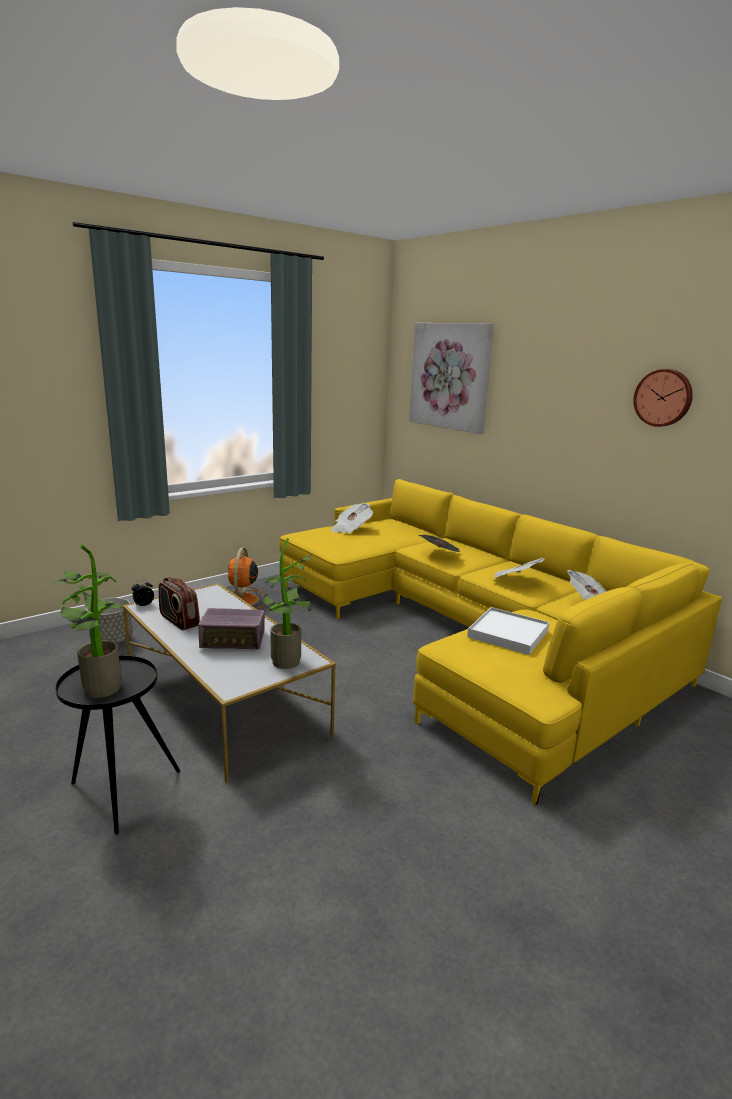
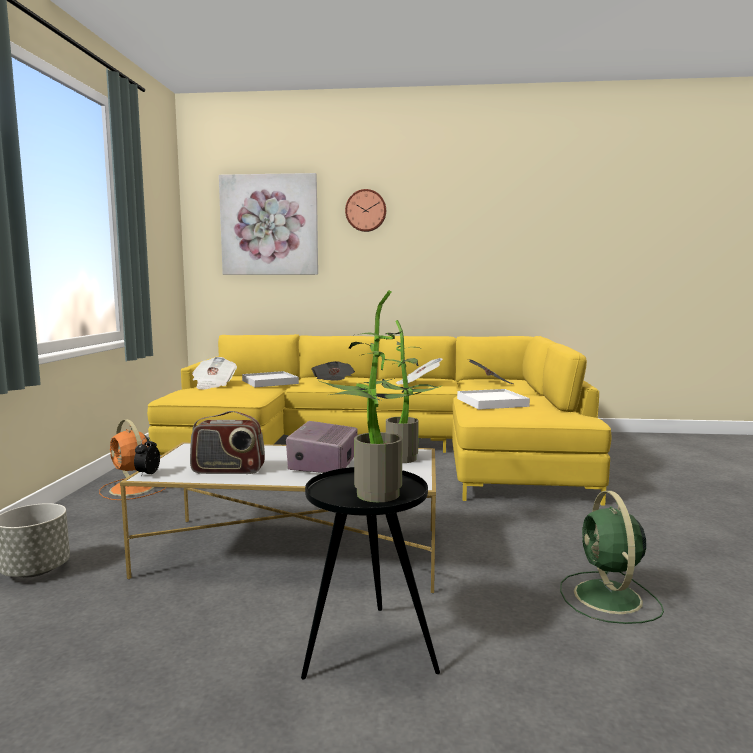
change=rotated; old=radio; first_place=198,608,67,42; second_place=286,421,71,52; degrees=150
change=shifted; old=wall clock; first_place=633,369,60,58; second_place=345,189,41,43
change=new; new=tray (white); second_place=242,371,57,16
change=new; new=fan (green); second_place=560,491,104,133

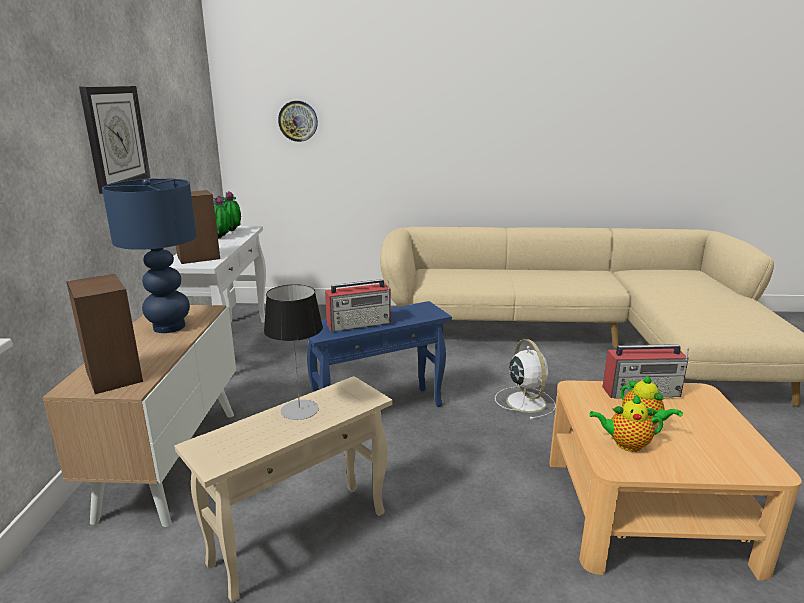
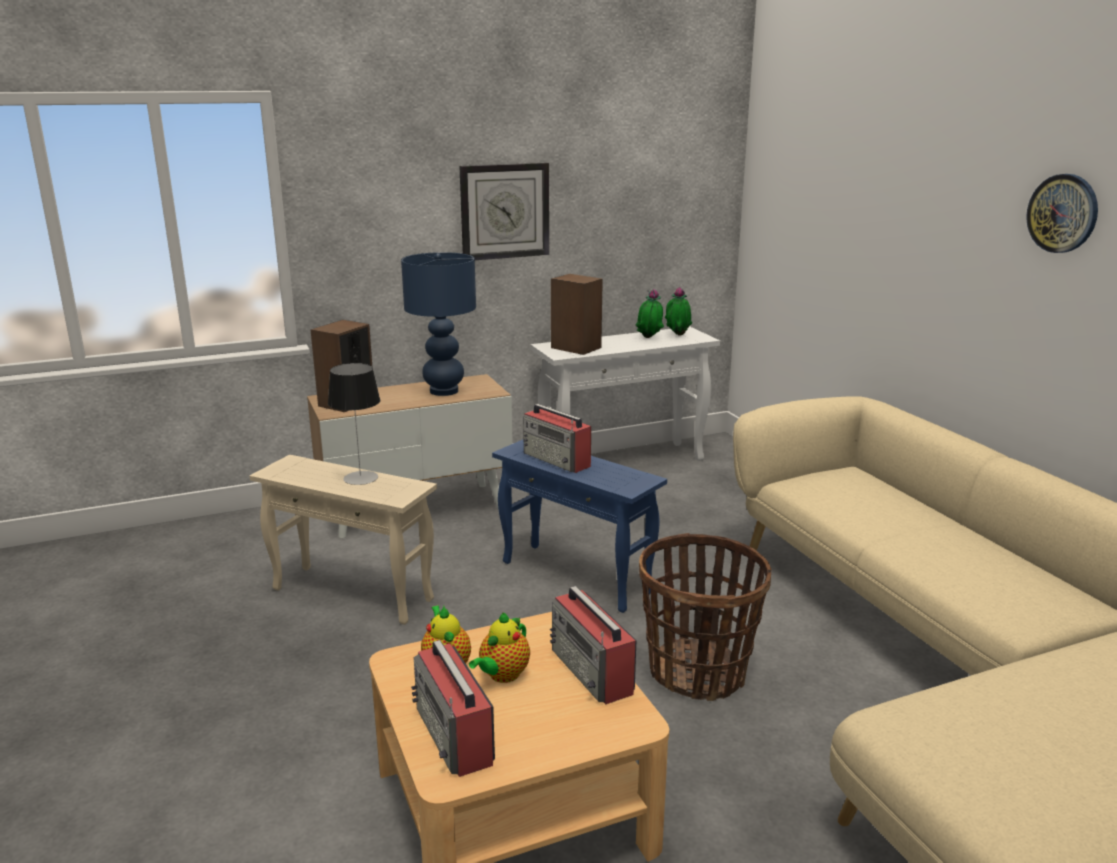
change=shifted; old=wall clock; first_place=278,101,40,41; second_place=1026,174,72,79
change=swapped; old=fan (white); new=basket; first_place=495,339,61,81; second_place=639,533,132,168
change=new; new=radio; second_place=411,640,84,137

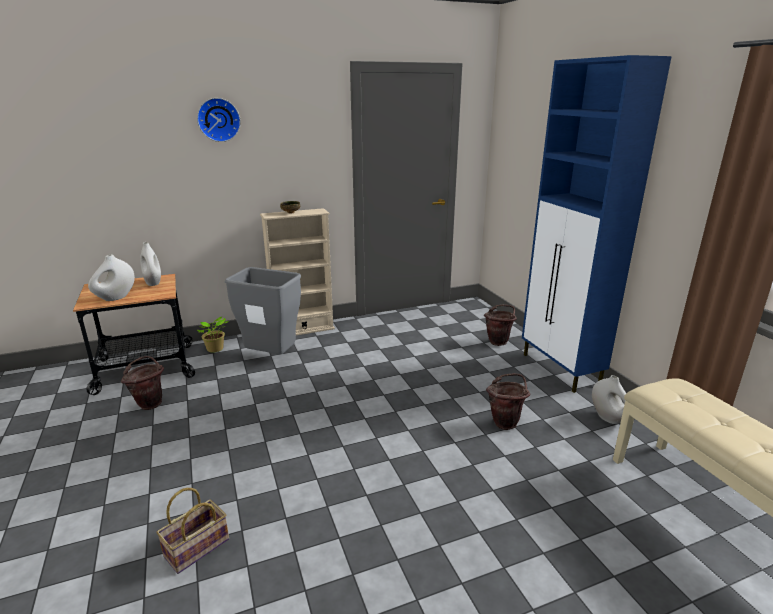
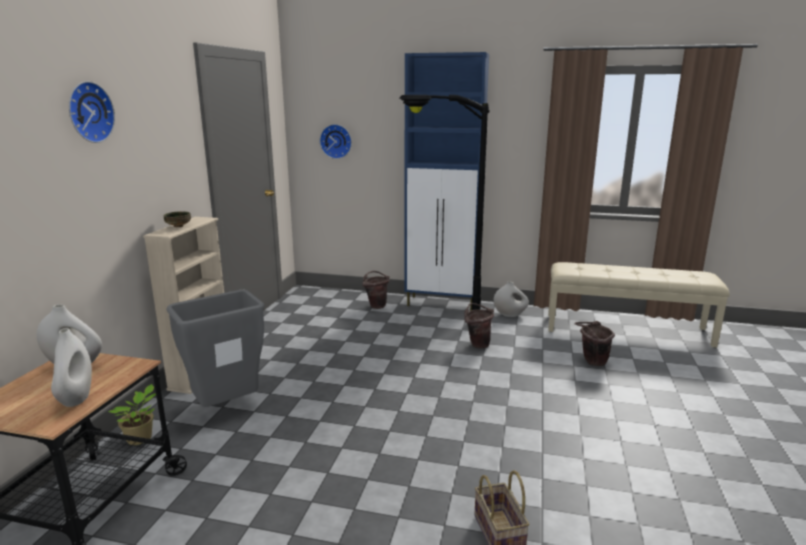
change=shifted; old=bucket (brown); first_place=121,356,43,54; second_place=574,321,41,45
change=new; new=wall clock; second_place=320,124,32,35
change=new; new=floor lamp (black); second_place=399,95,91,215

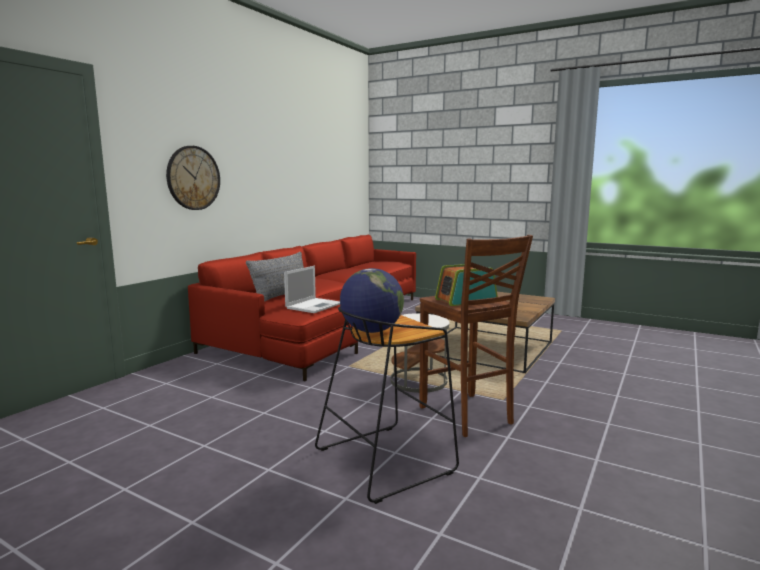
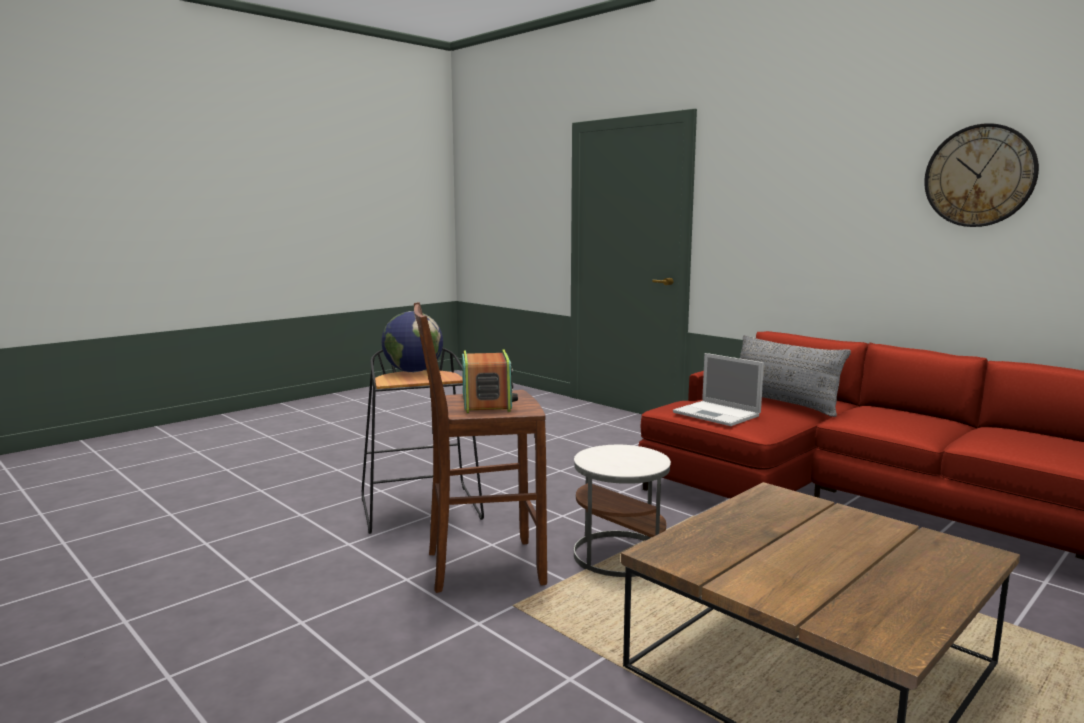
change=shifted; old=wall clock; first_place=166,146,54,64; second_place=924,123,115,104

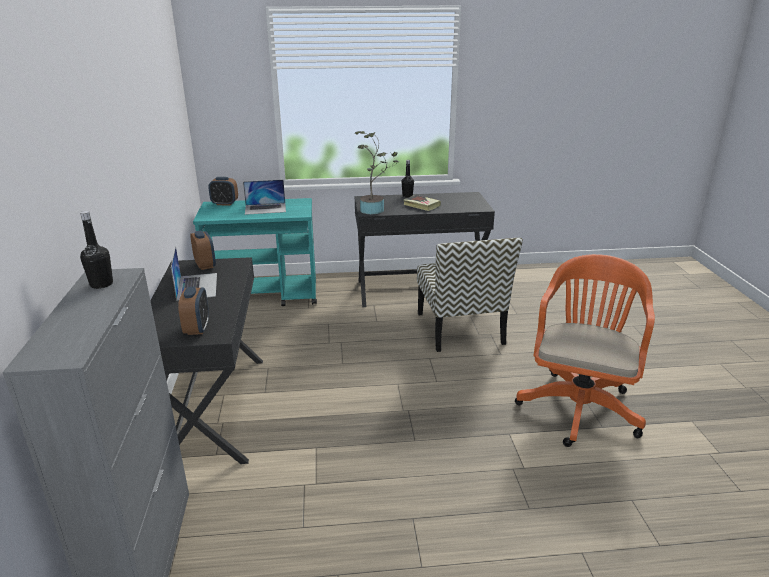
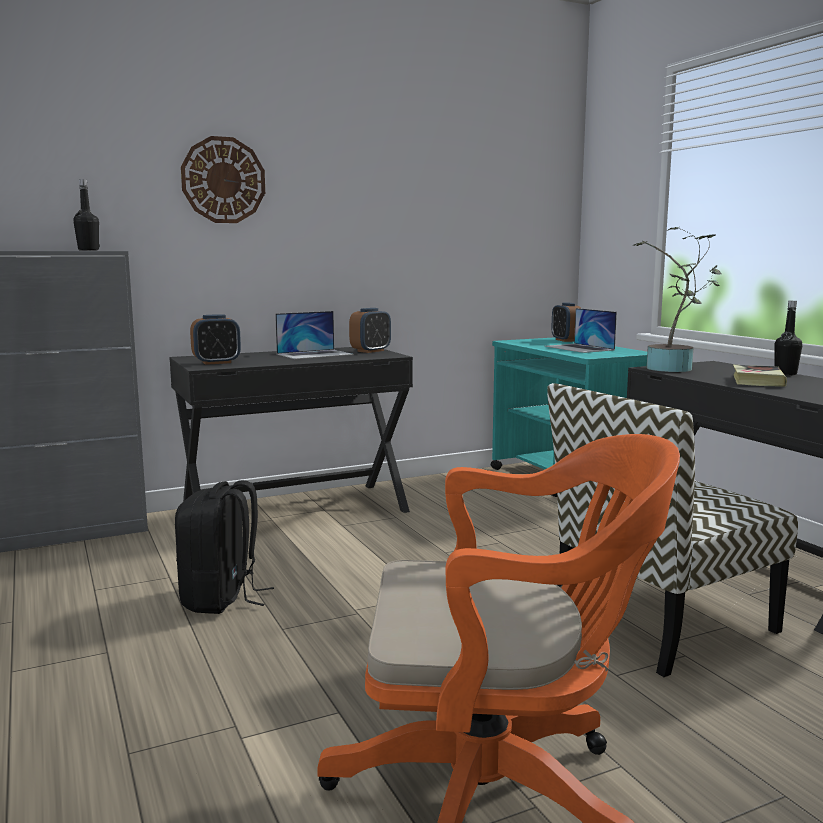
change=new; new=backpack (black); second_place=175,480,99,134
change=new; new=wall clock; second_place=181,136,84,87

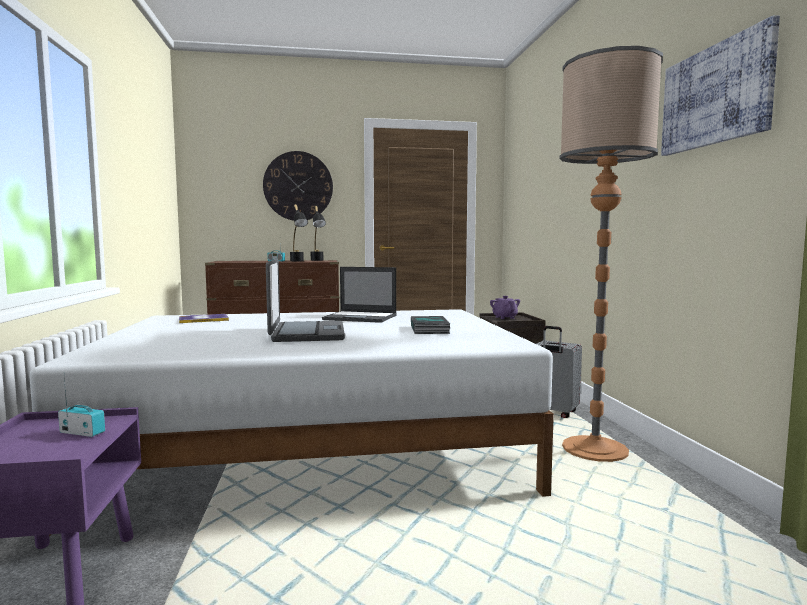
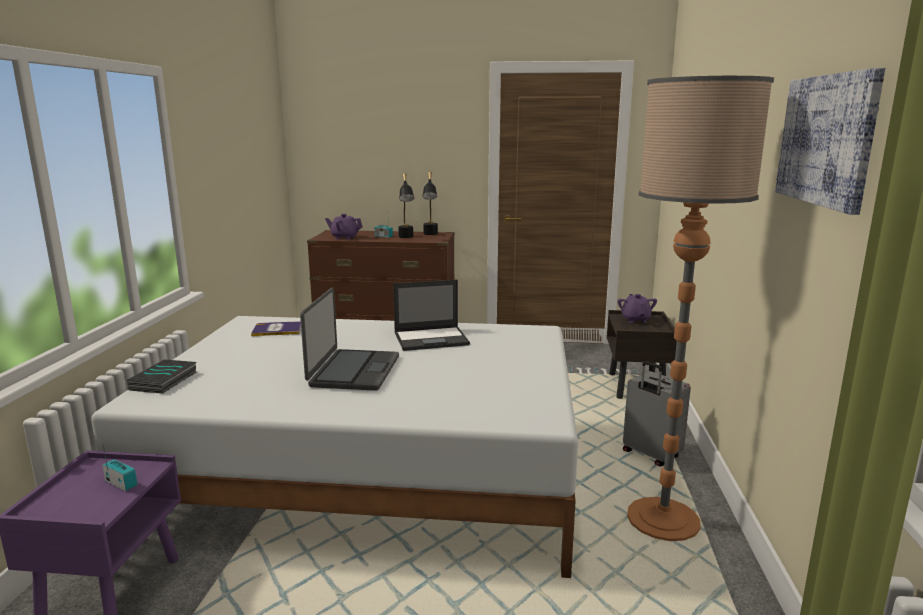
change=gone; old=wall clock; first_place=263,151,70,70
change=rotated; old=laptop; first_place=322,267,75,56; second_place=393,280,77,71; degrees=-45
change=shifted; old=book; first_place=411,316,39,18; second_place=127,359,70,34
change=new; new=teapot (purple); second_place=325,214,38,26

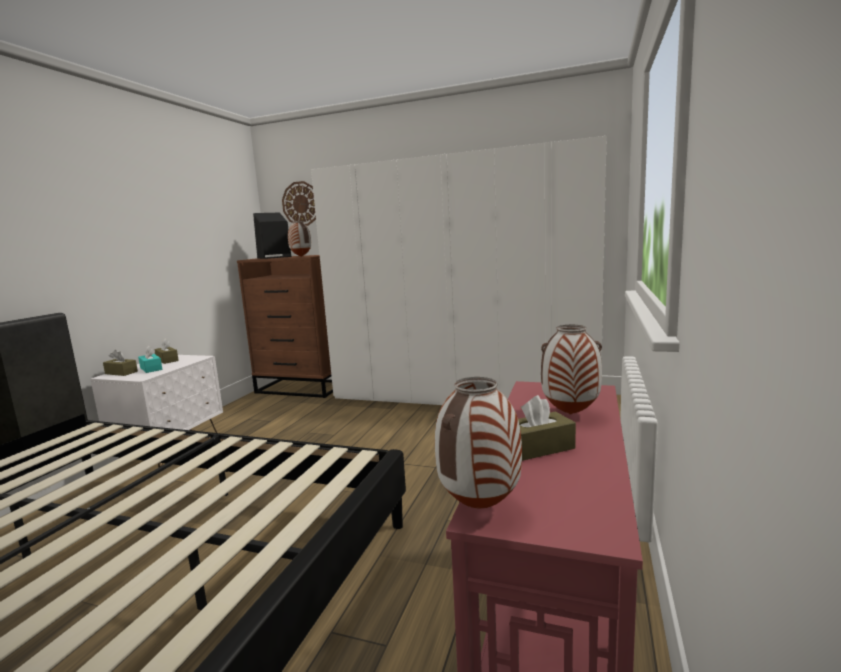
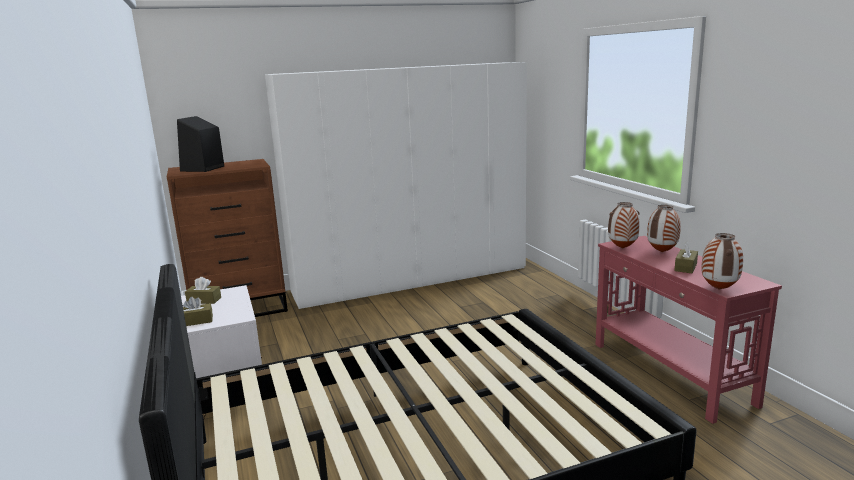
change=gone; old=tissue box (turquoise); first_place=138,346,25,27
change=gone; old=wall clock; first_place=282,181,34,45
change=shifted; old=vase; first_place=288,221,23,36; second_place=608,202,32,46

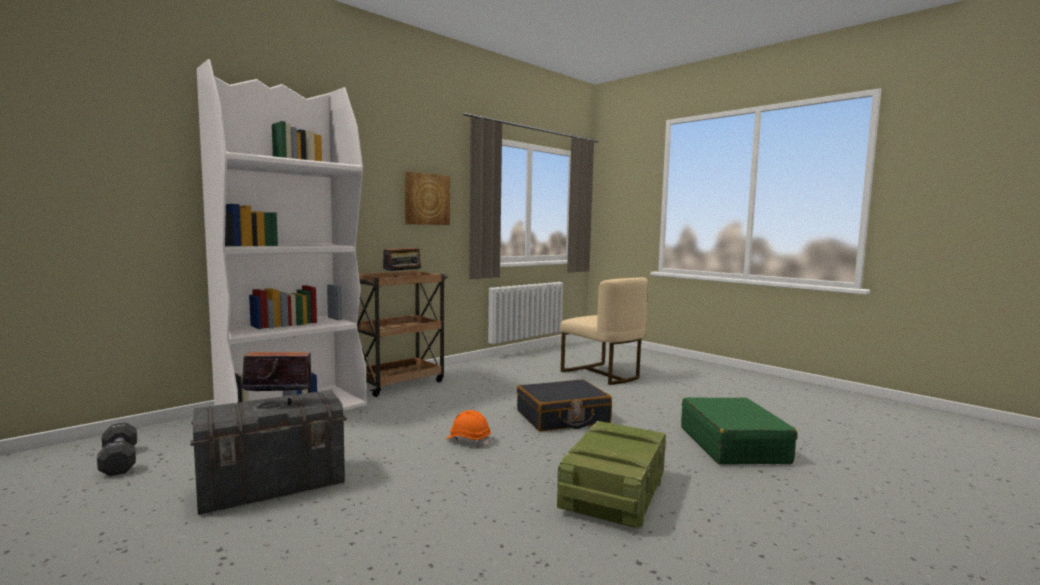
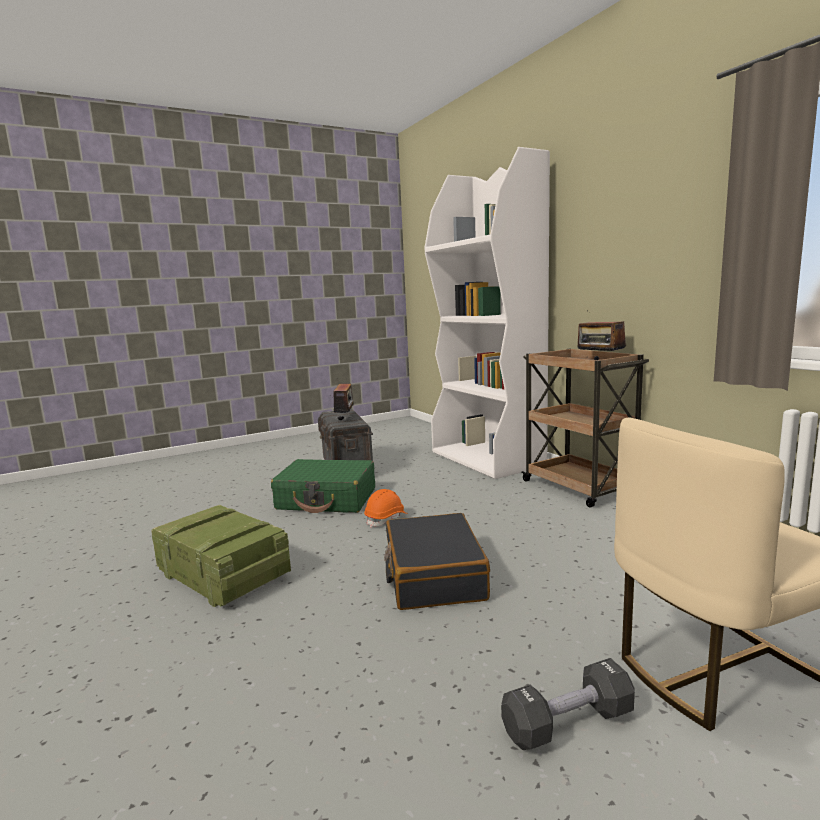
change=shifted; old=dumbbell (black); first_place=97,422,40,54; second_place=501,658,134,92
change=gone; old=picture; first_place=405,171,45,54
change=shifted; old=suitcase (green); first_place=681,397,117,67; second_place=271,459,104,54

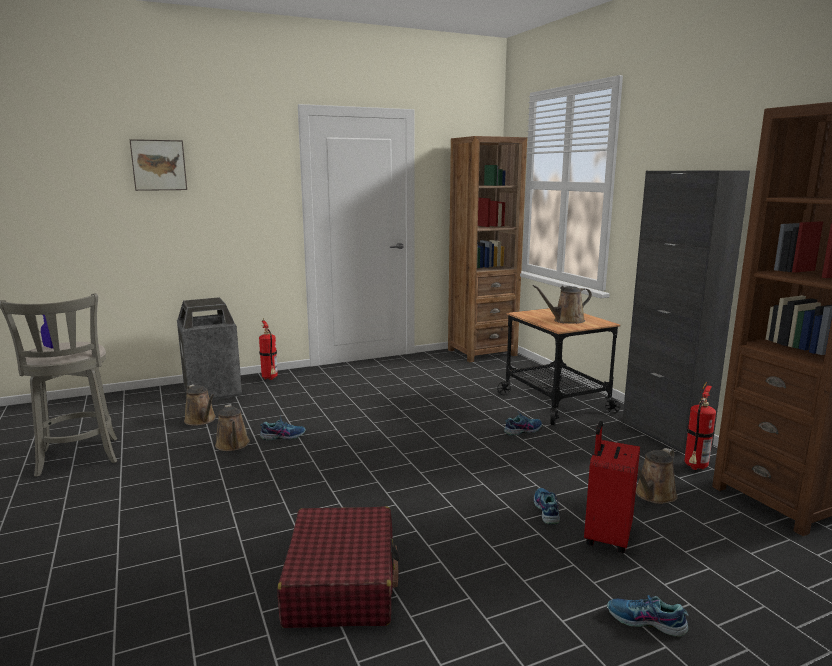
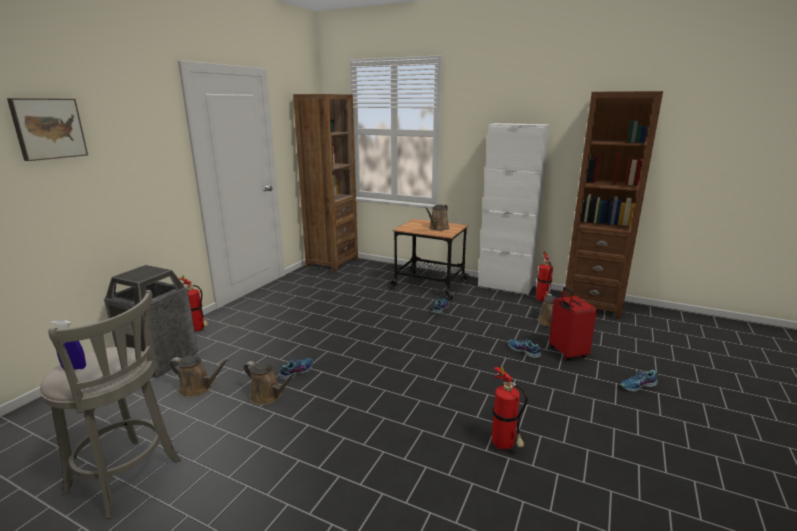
change=swapped; old=suitcase (red); new=fire extinguisher; first_place=278,506,121,122; second_place=492,366,36,83
change=repainted; old=cabinet (black); new=cabinet (white); first_place=622,170,128,284; second_place=478,123,72,172

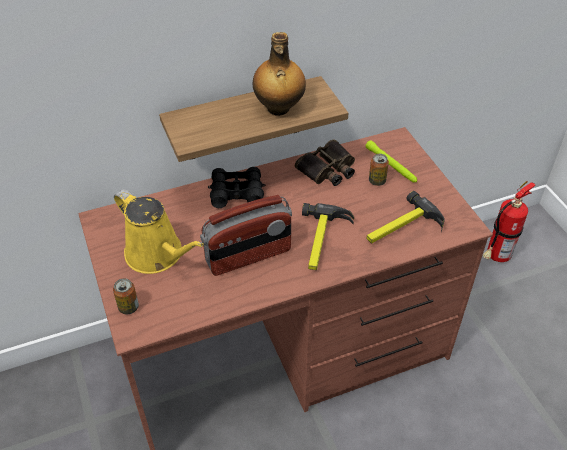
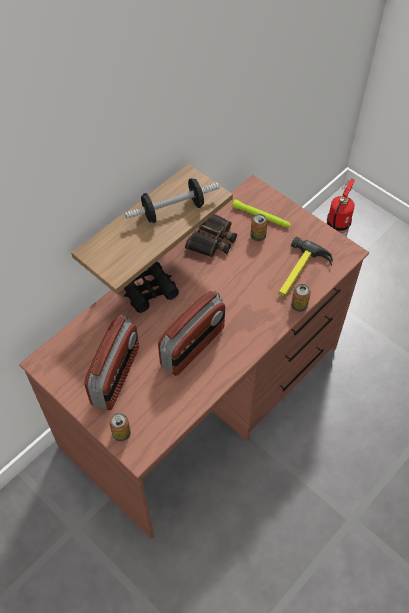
change=swapped; old=watering can (yellow); new=radio; first_place=114,189,90,85; second_place=84,315,55,95
change=swapped; old=bottle; new=dumbbell; first_place=253,32,53,84; second_place=125,178,94,45
change=gone; old=hammer; first_place=302,203,52,67
change=new; new=can; second_place=291,284,20,28

